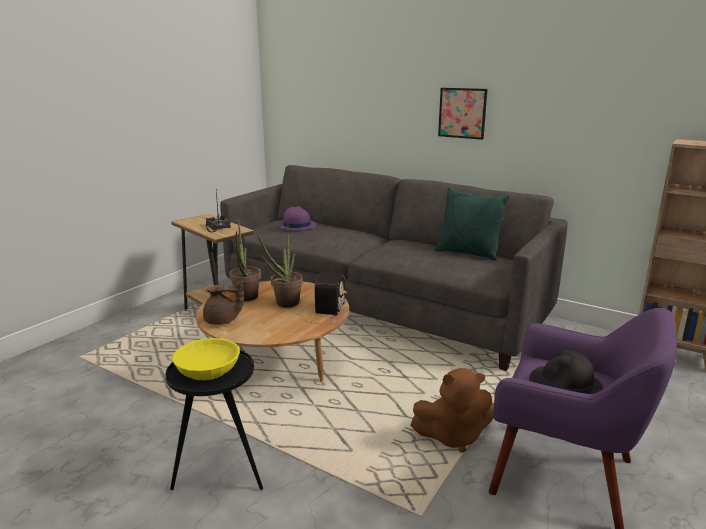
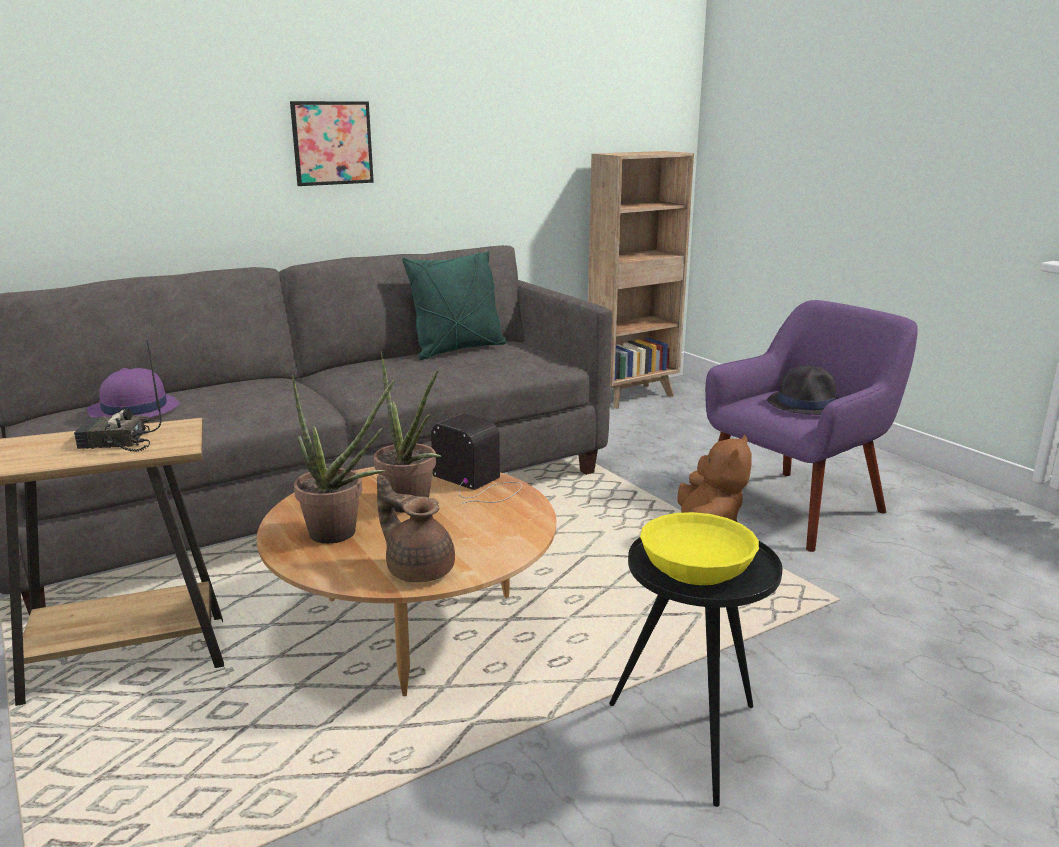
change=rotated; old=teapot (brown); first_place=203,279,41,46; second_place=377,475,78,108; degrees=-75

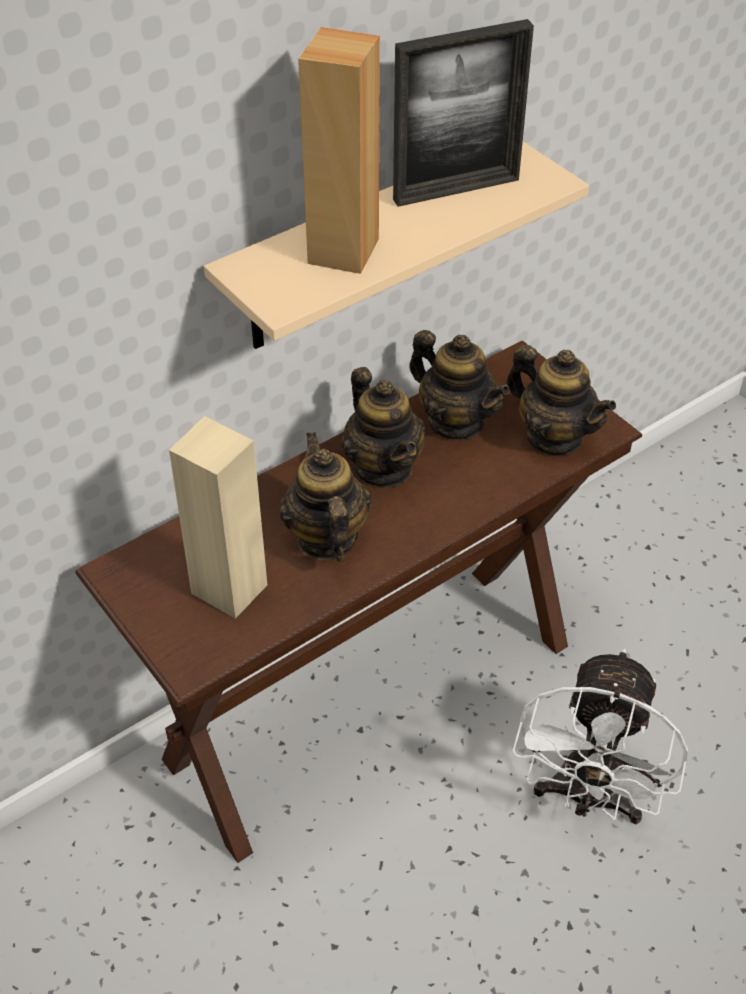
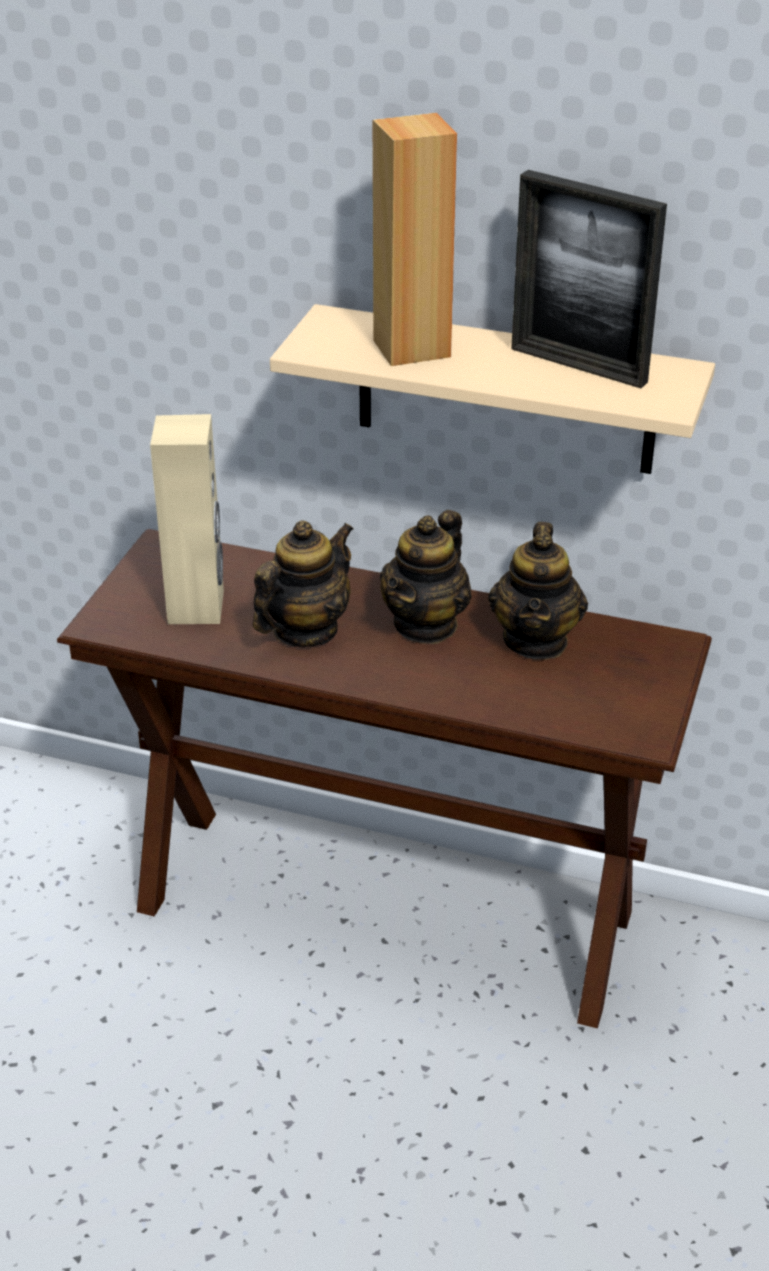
change=gone; old=teapot; first_place=507,345,109,110
change=gone; old=fan (white); first_place=513,648,175,177

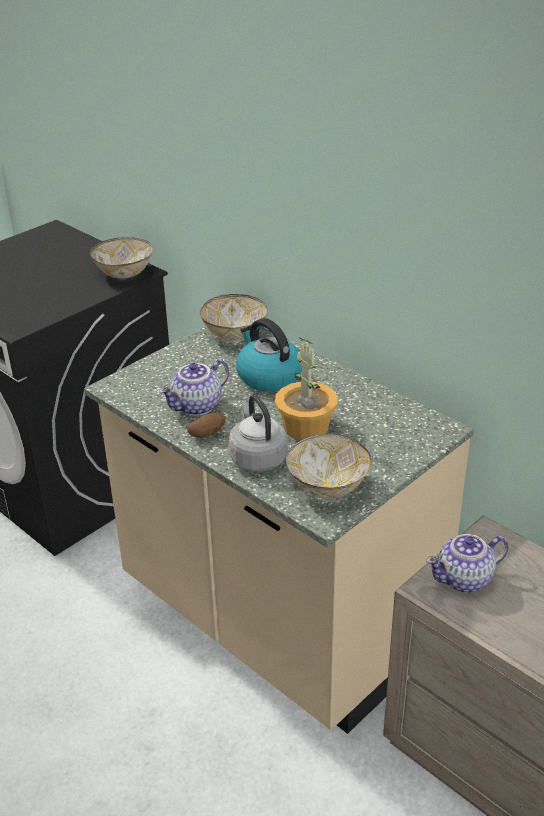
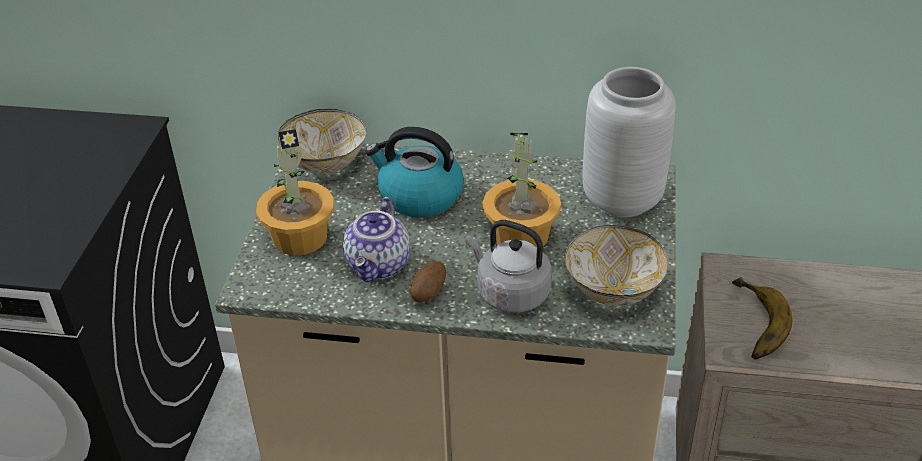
change=gone; old=bowl; first_place=90,237,63,41
change=swapped; old=teapot; new=banana; first_place=426,534,82,59; second_place=732,277,60,82
change=new; new=potted plant; second_place=256,129,78,127
change=new; new=vase (grey); second_place=583,67,93,150

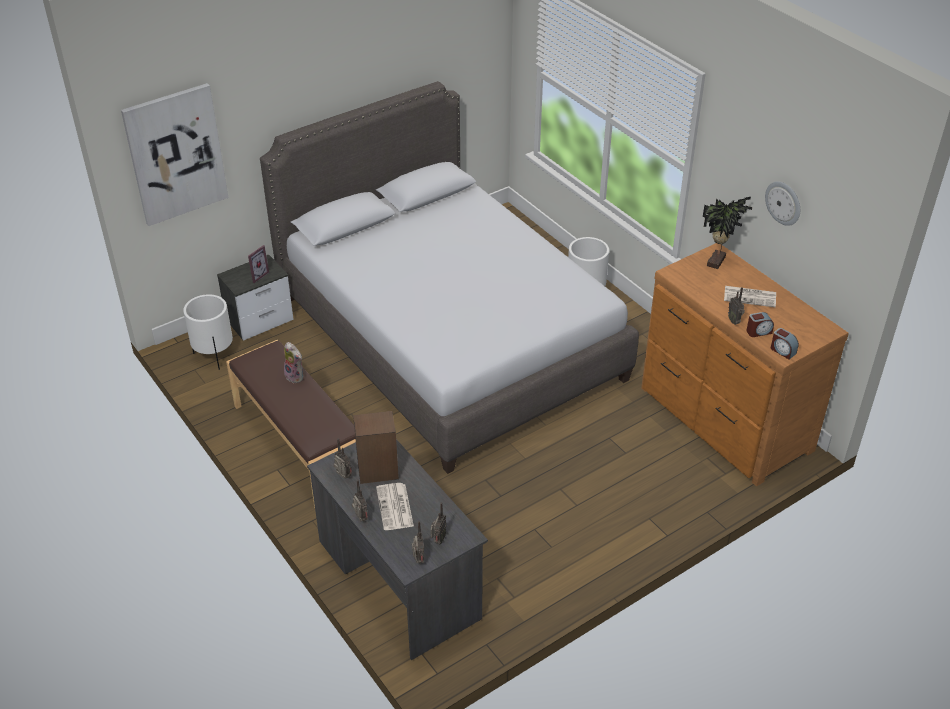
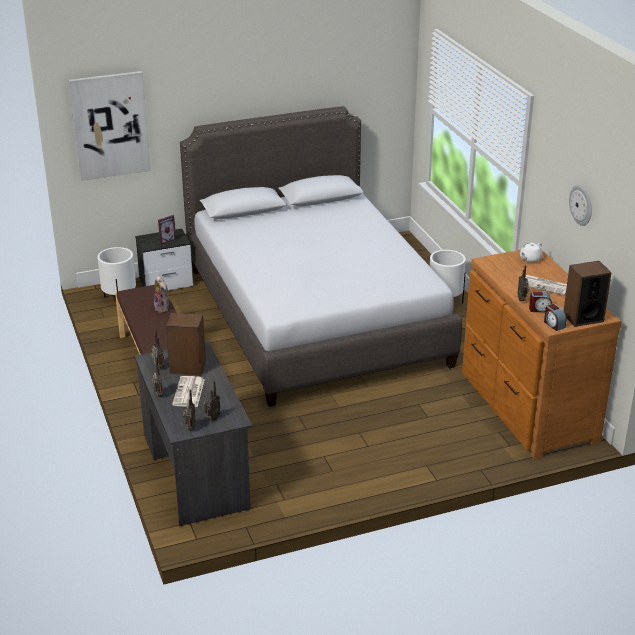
change=swapped; old=potted plant; new=teapot (white); first_place=703,197,49,72; second_place=520,243,23,20
change=new; new=speaker; second_place=564,261,47,66

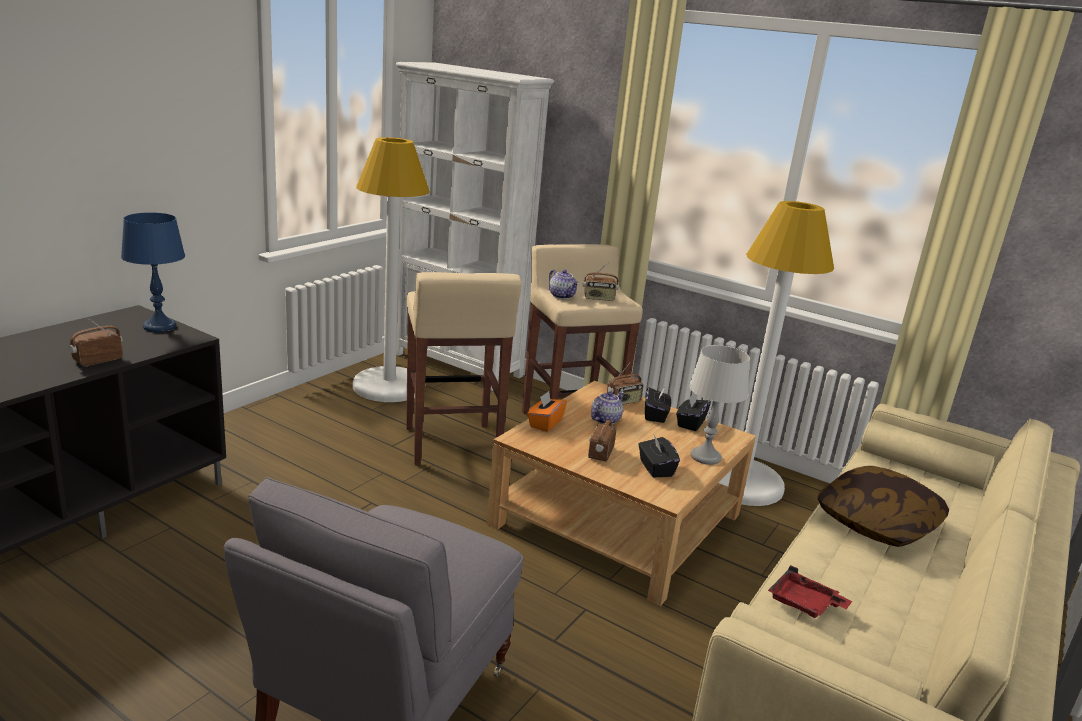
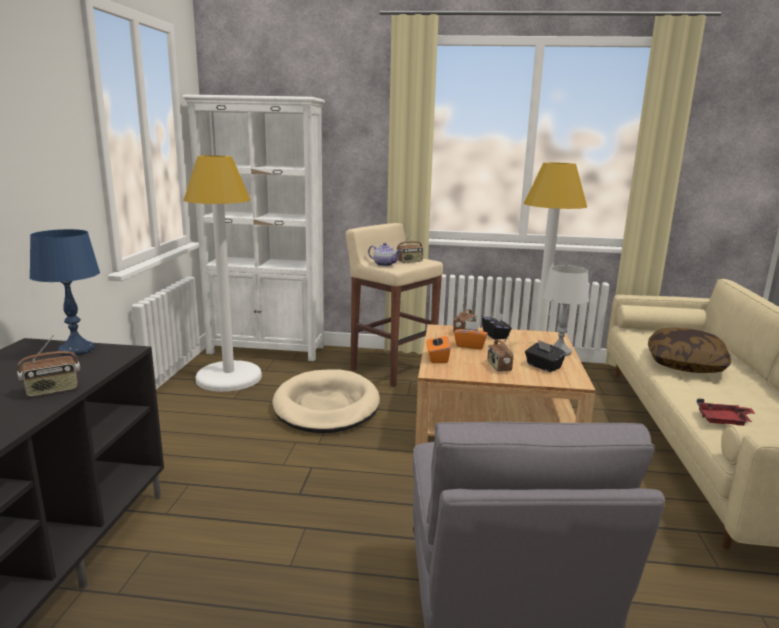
change=rotated; old=radio; first_place=69,318,54,48; second_place=17,335,63,62; degrees=-135
change=swapped; old=stool (beige); new=dog bed (beige); first_place=406,272,116,194; second_place=272,369,108,64
change=swapped; old=teapot; new=tissue box (orange); first_place=591,391,33,33; second_place=454,321,34,28
change=gone; old=tissue box (black); first_place=676,393,35,38

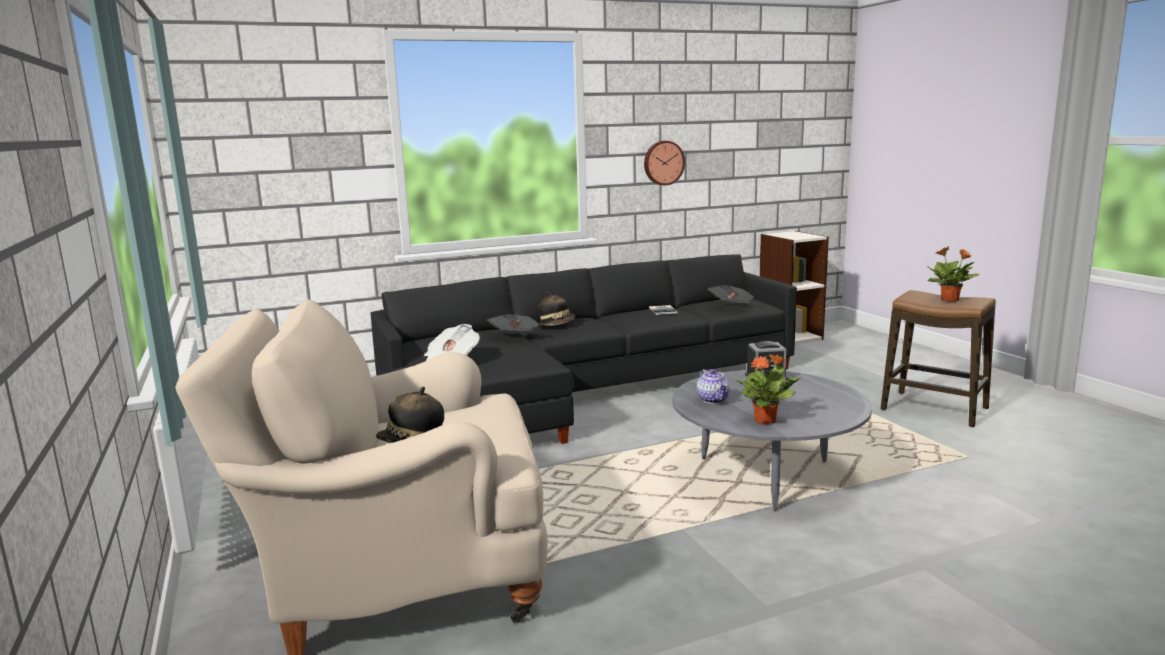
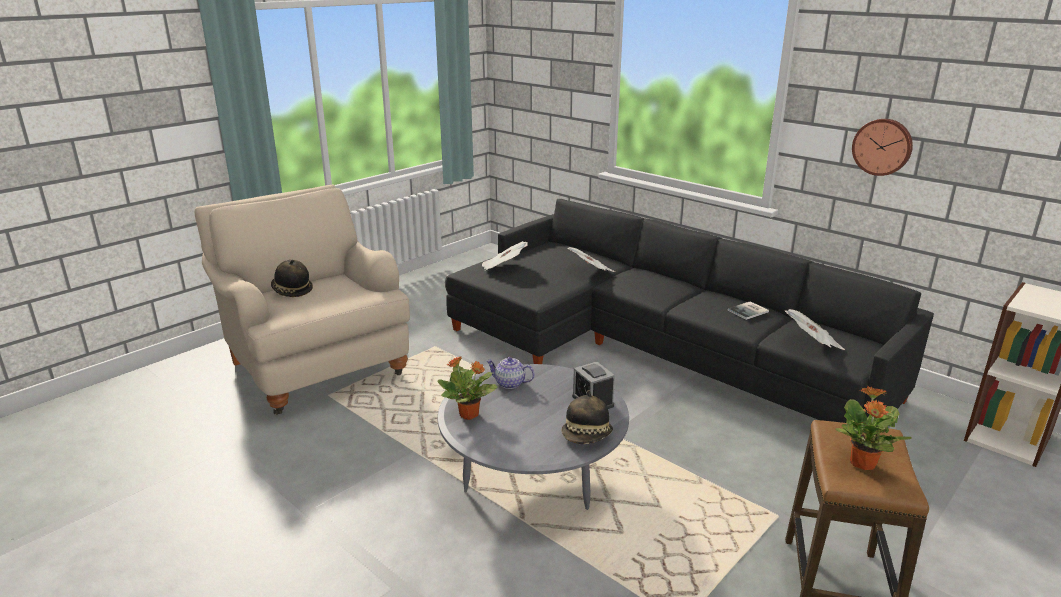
change=shifted; old=hat; first_place=538,292,37,34; second_place=561,390,52,54
change=rotated; old=teapot; first_place=697,369,33,35; second_place=486,357,49,32; degrees=60

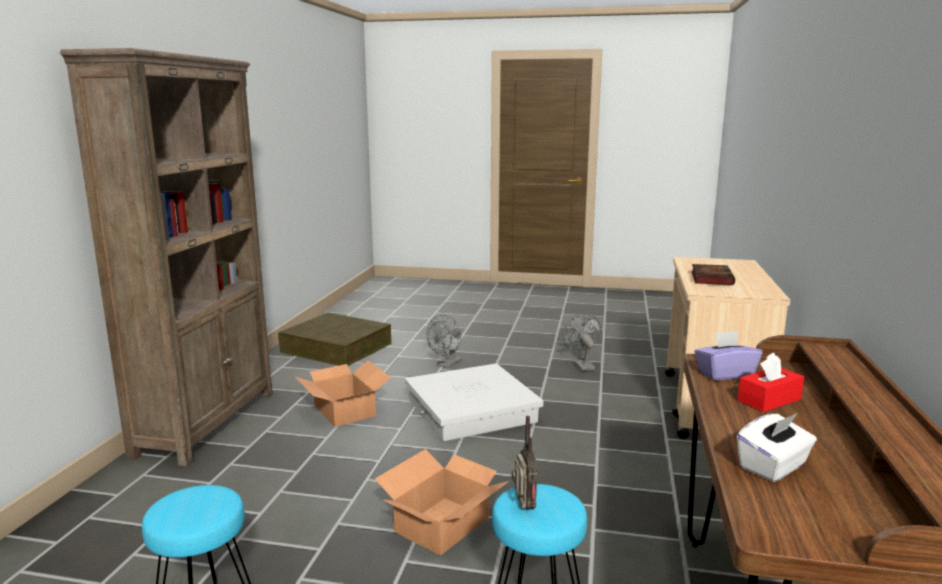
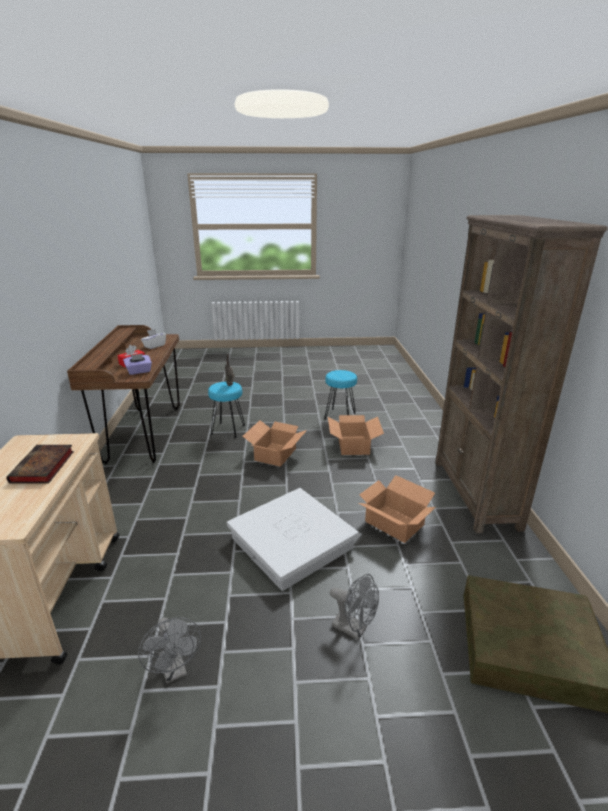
change=rotated; old=fan (grey); first_place=427,315,35,53; second_place=330,574,49,66; degrees=105
change=new; new=cardboard box; second_place=328,415,56,40

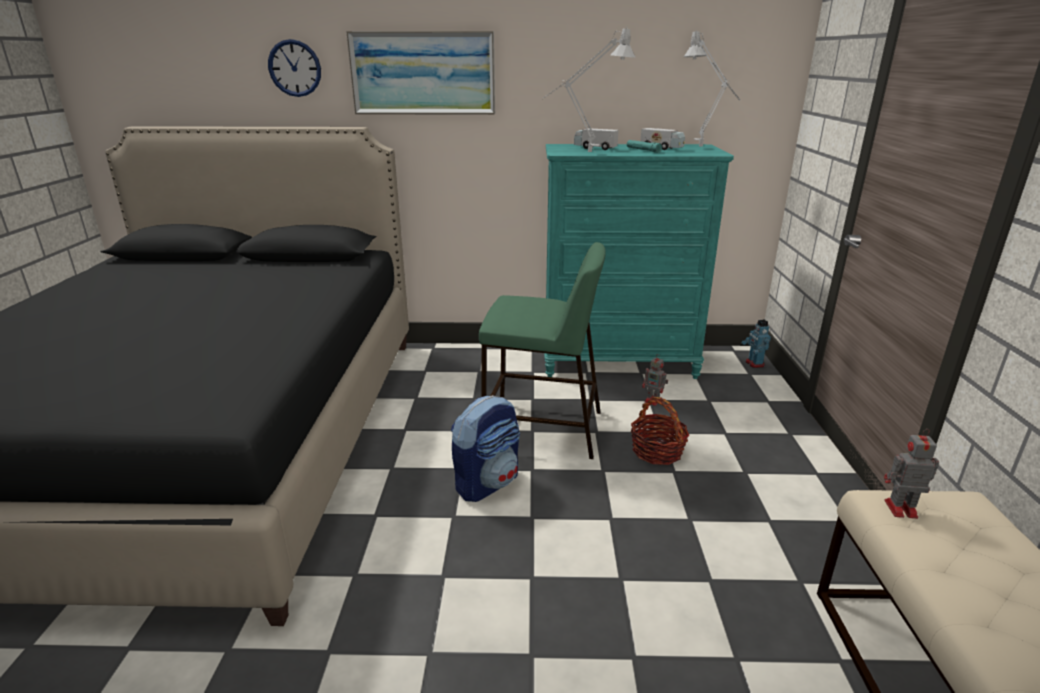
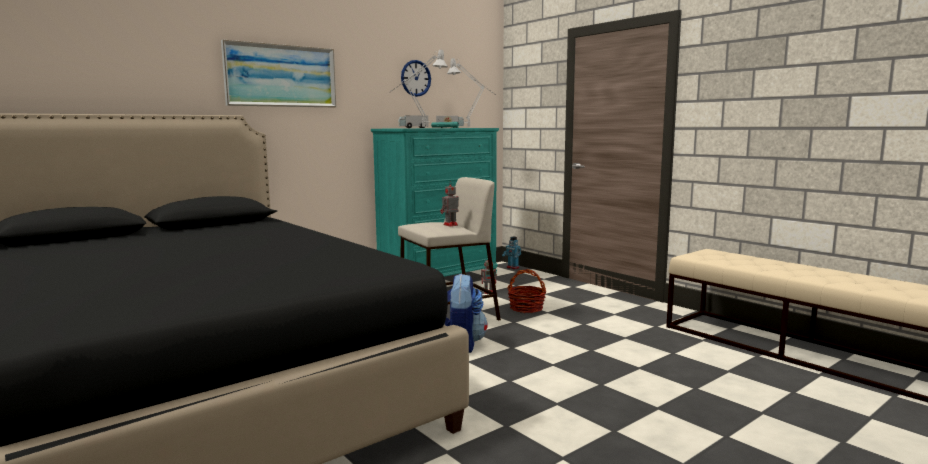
change=shifted; old=wall clock; first_place=268,39,53,58; second_place=401,60,30,37
change=repainted; old=stool (green); new=stool (beige); first_place=479,242,127,217; second_place=398,177,103,143
change=shifted; old=toy robot; first_place=884,429,55,90; second_place=441,182,18,45

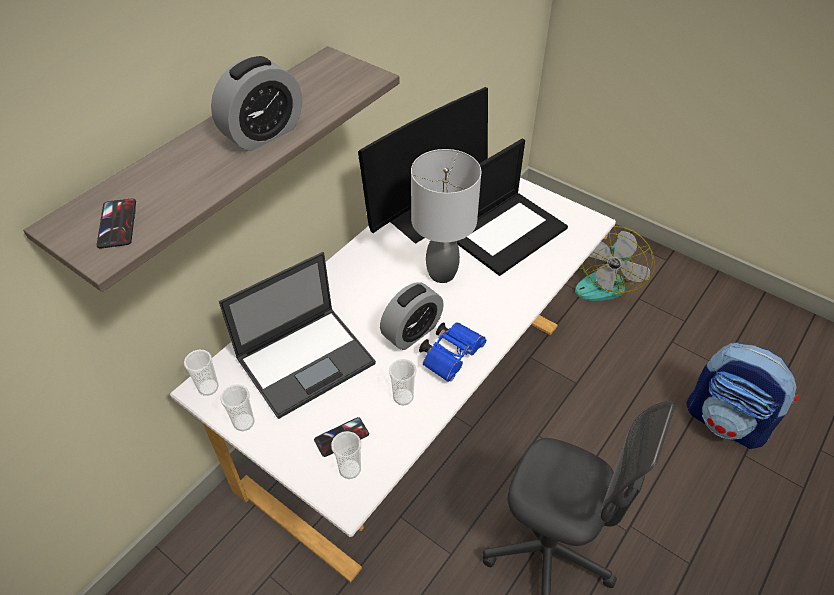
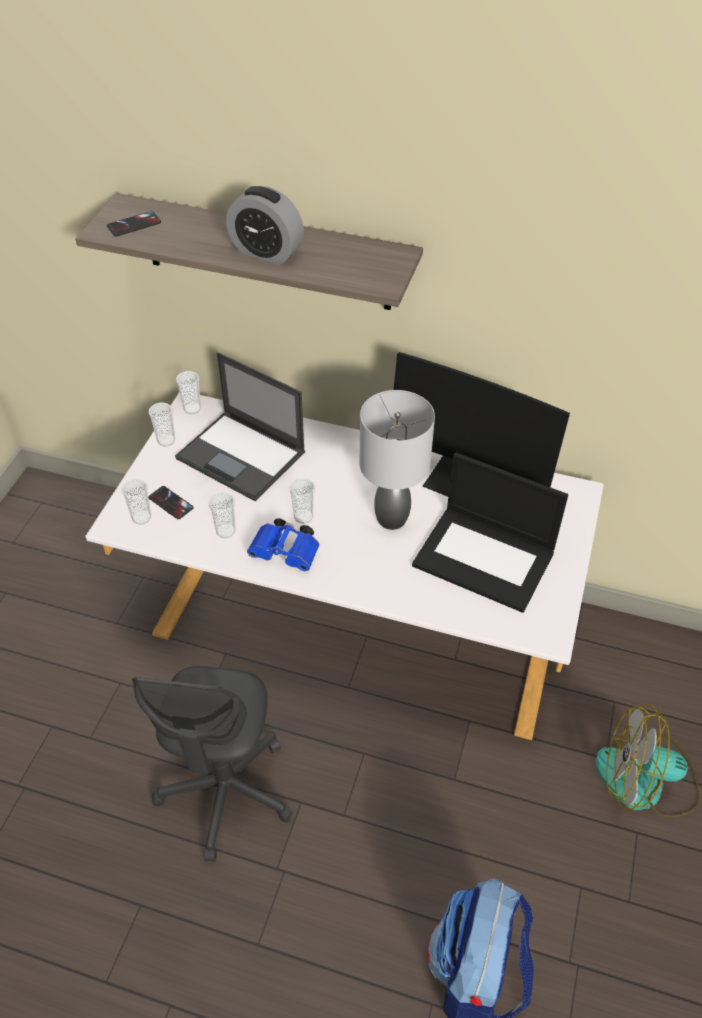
change=swapped; old=alarm clock; new=cup; first_place=380,282,64,68; second_place=289,478,26,46

